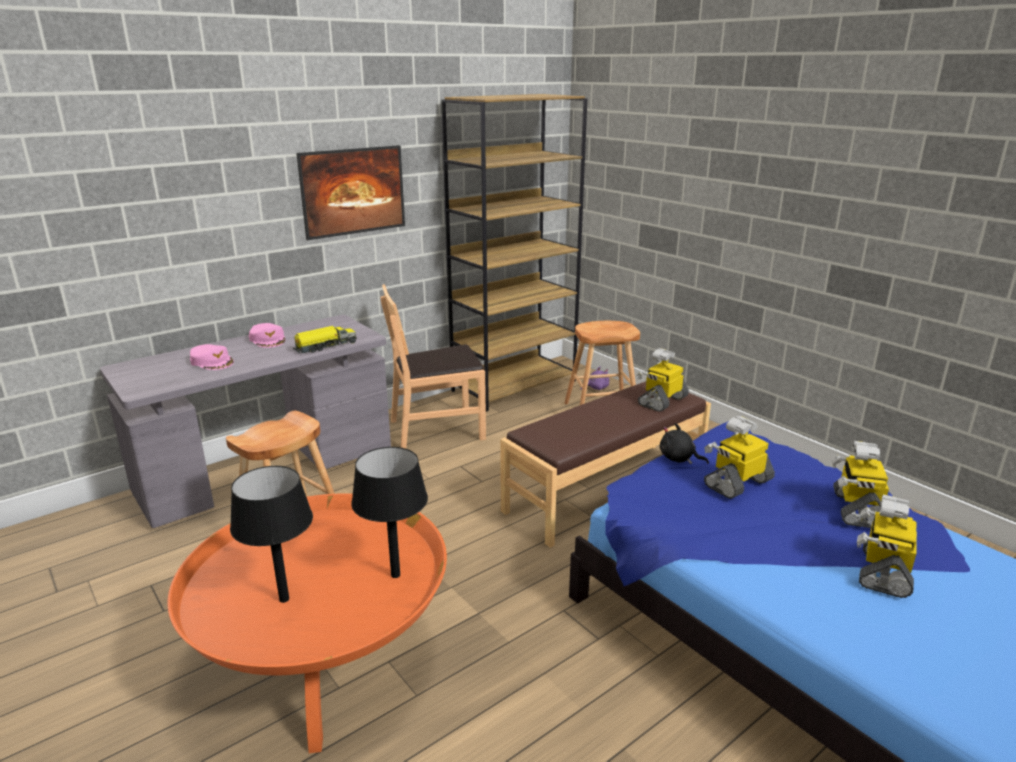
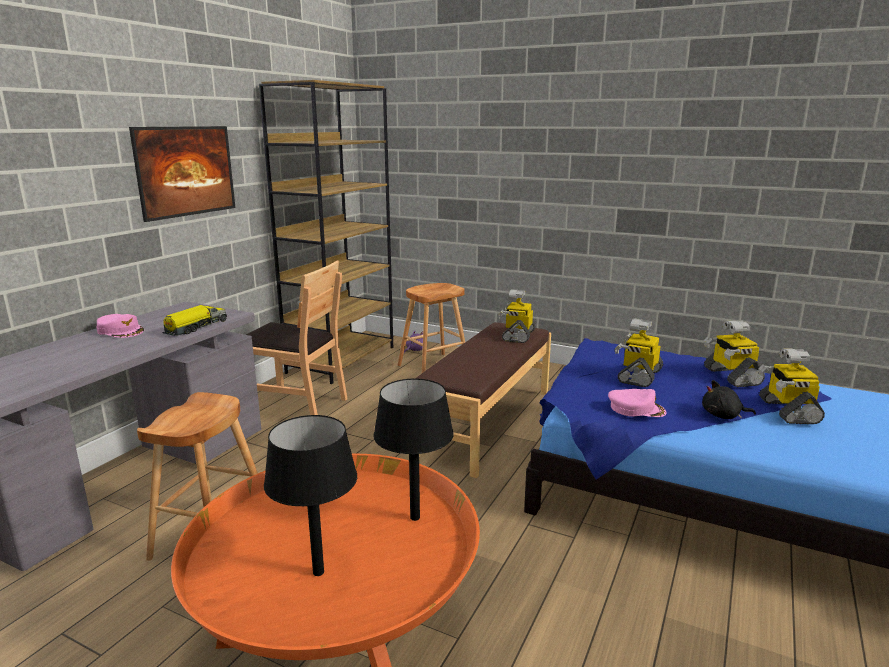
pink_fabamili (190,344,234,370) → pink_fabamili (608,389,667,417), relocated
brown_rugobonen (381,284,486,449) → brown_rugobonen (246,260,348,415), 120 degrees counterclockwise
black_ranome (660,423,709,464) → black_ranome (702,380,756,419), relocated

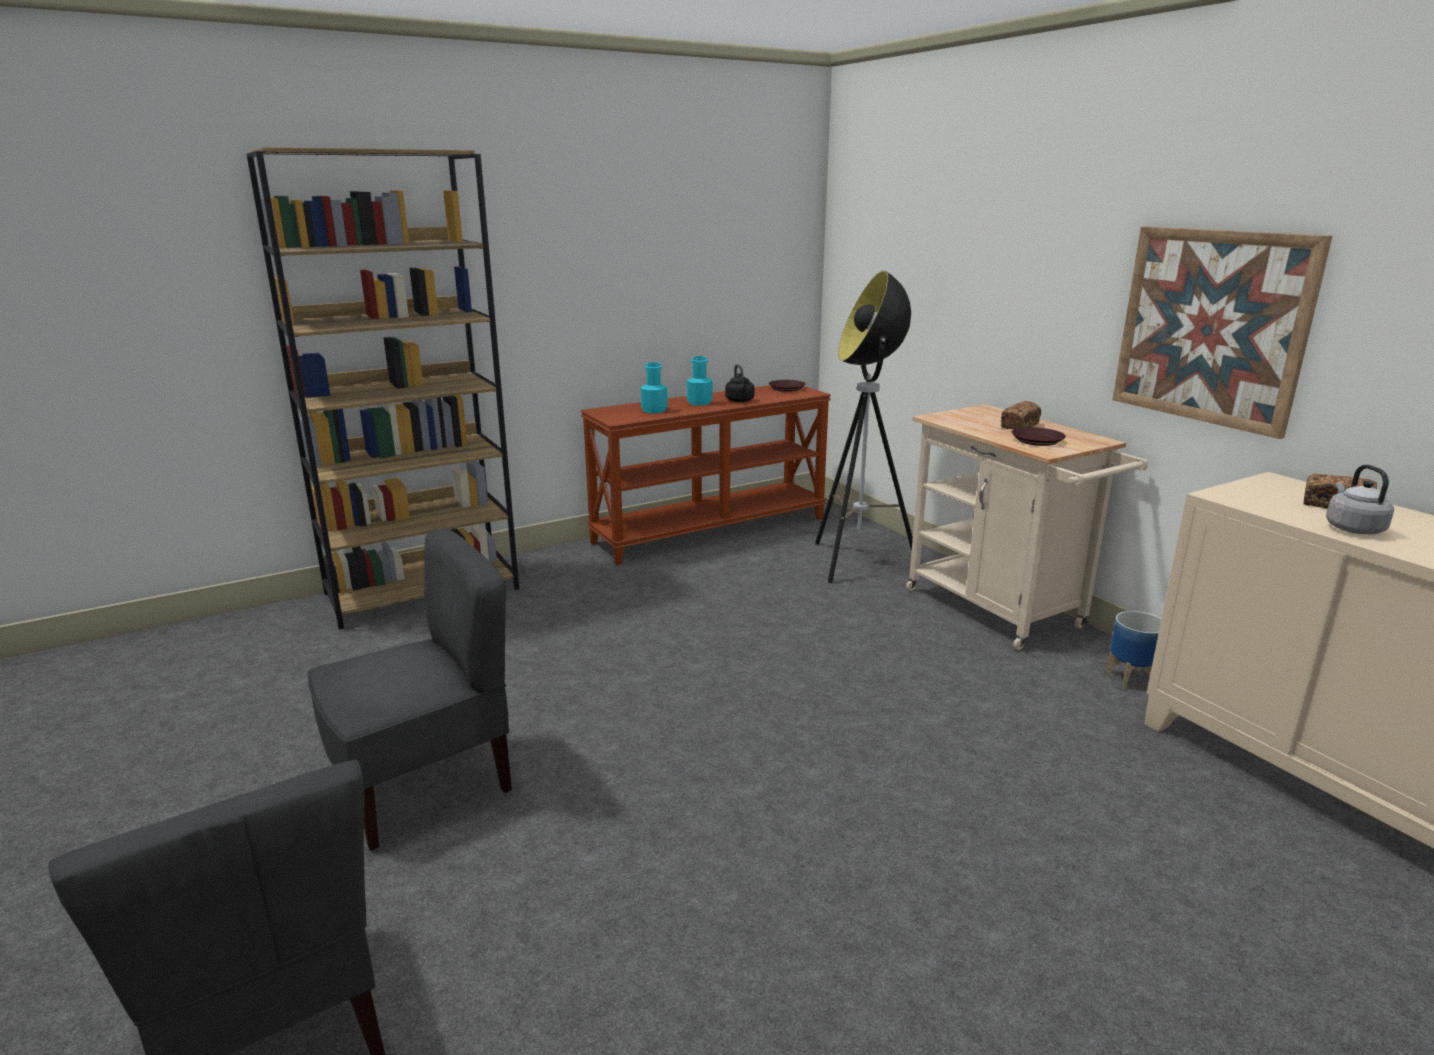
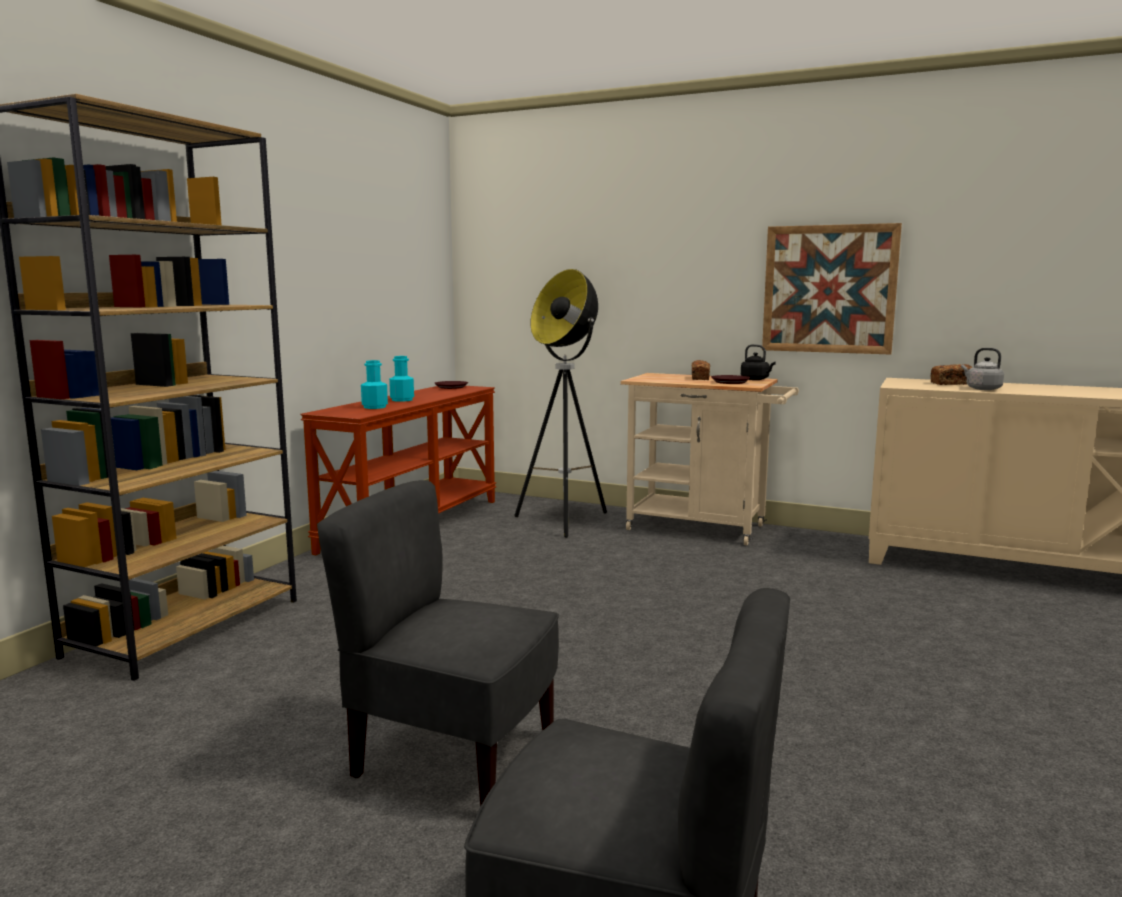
grey_rugobonen (308,528,512,850) → grey_rugobonen (317,480,559,807), 90 degrees counterclockwise
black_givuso (725,364,755,402) → black_givuso (741,344,776,380), relocated
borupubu (1106,611,1162,689) → -

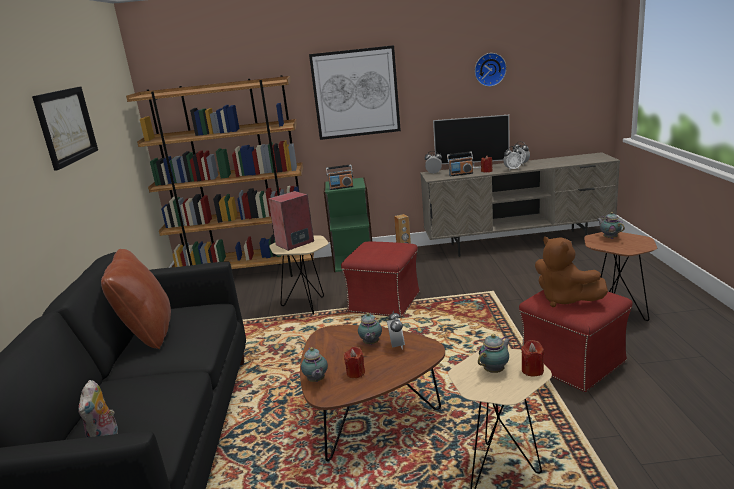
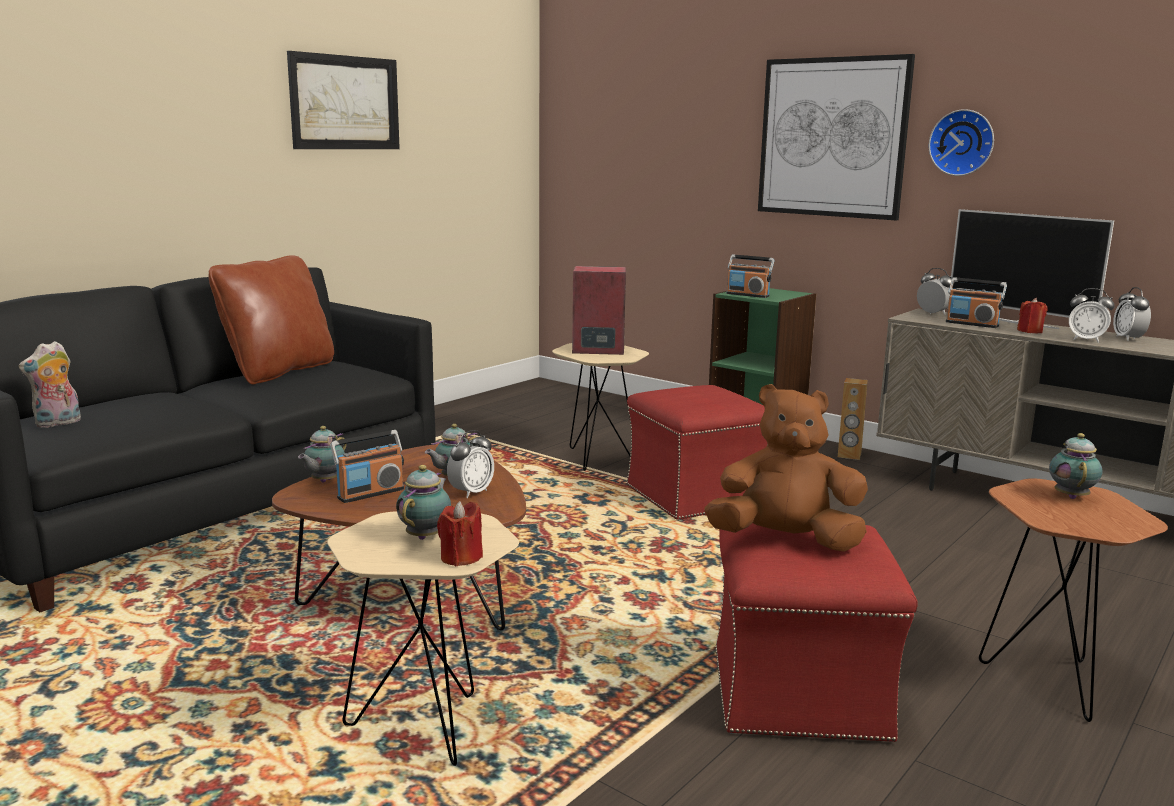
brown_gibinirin (126,75,314,277) → -
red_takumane (344,347,365,378) → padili (330,430,404,503)
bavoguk (475,53,507,87) → bavoguk (929,109,994,176), relocated
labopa (478,334,511,373) → labopa (396,465,451,540), 75 degrees counterclockwise
brown_ranome (535,236,608,307) → brown_ranome (704,384,868,552), 90 degrees clockwise

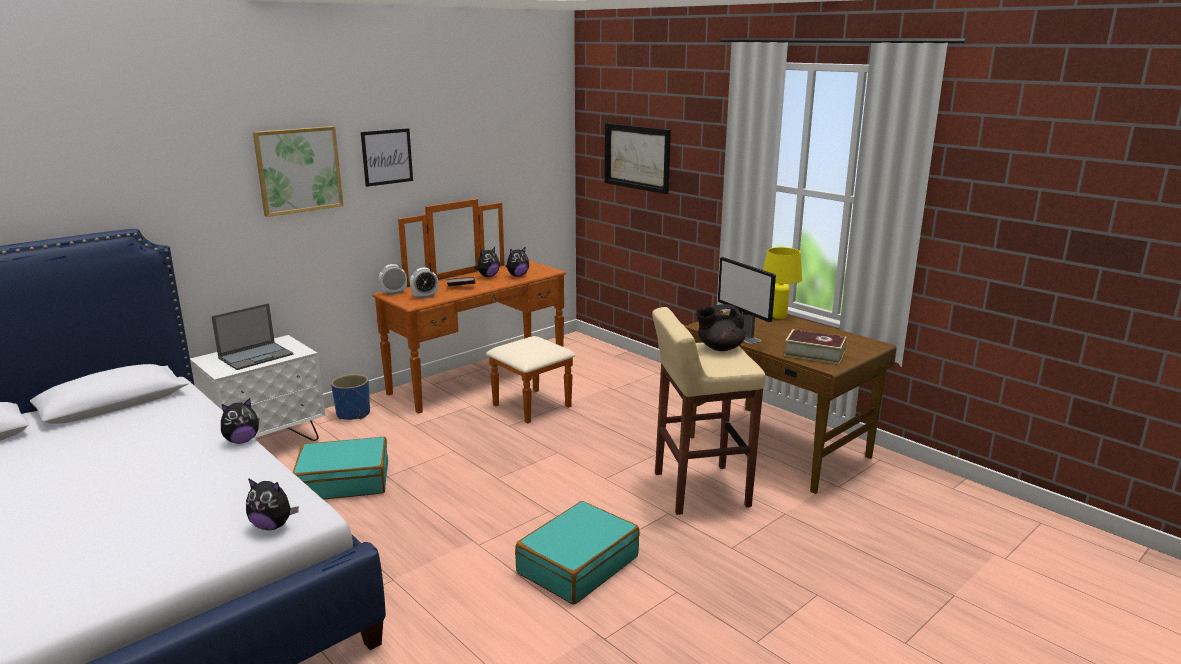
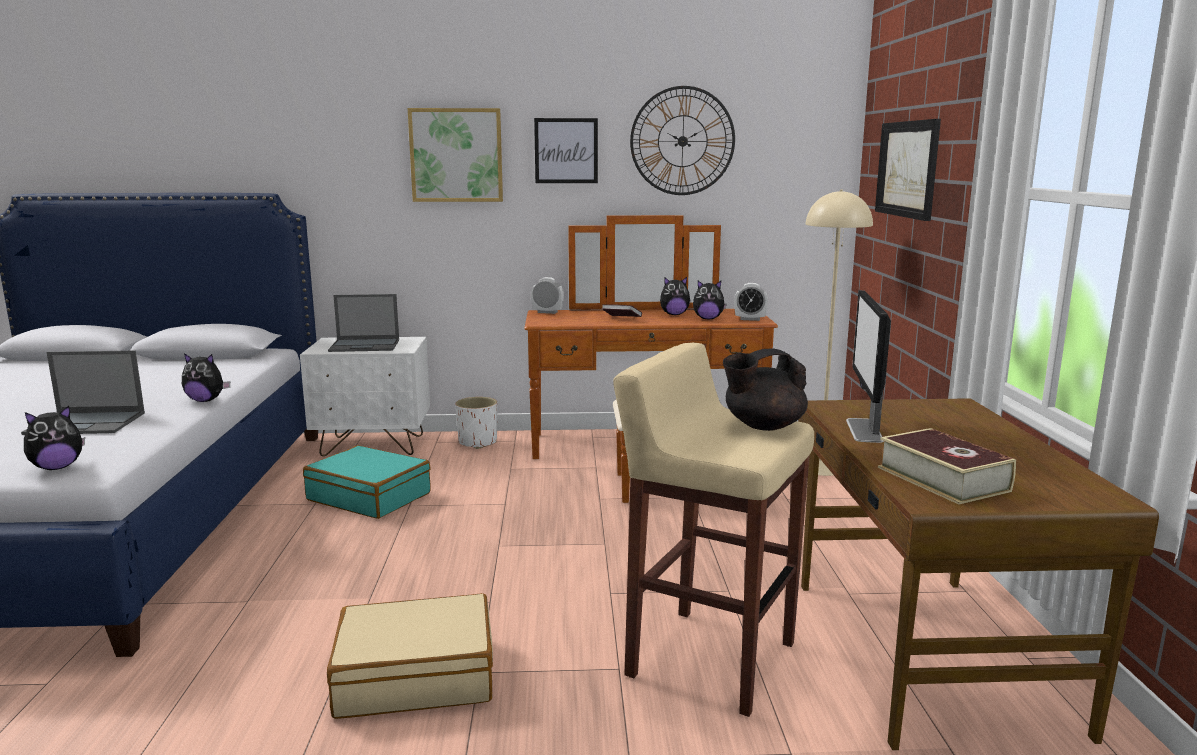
ranome (246,478,299,530) → ranome (24,406,85,470), 90 degrees counterclockwise
blue_borupubu (331,374,370,420) → white_borupubu (455,397,497,449)
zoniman (410,267,438,299) → zoniman (734,283,768,321), relocated
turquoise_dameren (515,501,640,605) → beige_dameren (327,593,493,719)
black_labopa (696,304,745,351) → black_labopa (723,348,808,431), 45 degrees counterclockwise
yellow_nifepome (763,247,802,319) → -
- → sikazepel (21,351,145,435)
- → bavoguk (630,86,735,195)
- → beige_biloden (805,190,873,476)

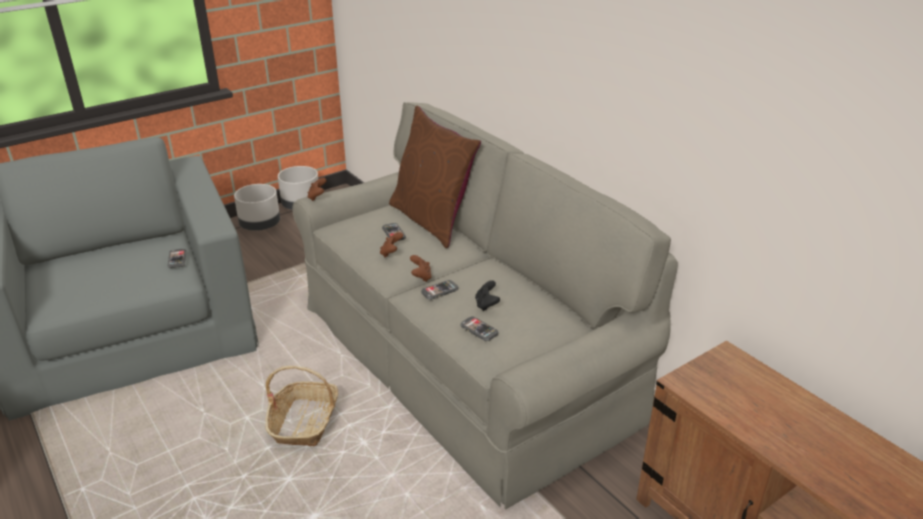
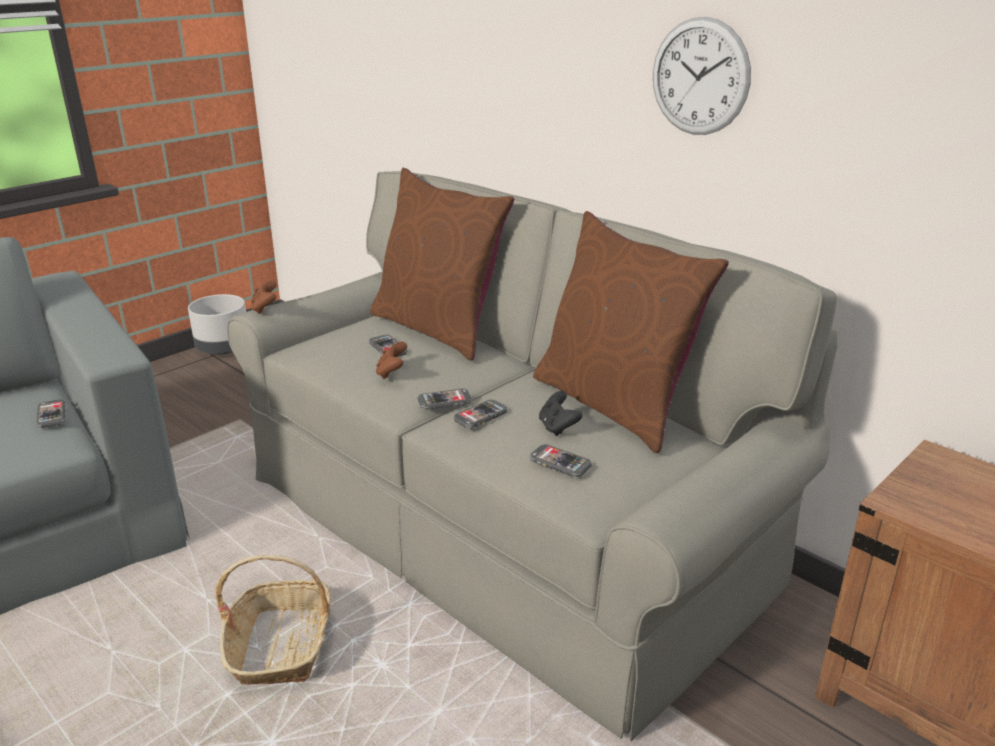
grey_borupubu (234,184,280,231) → -
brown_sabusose (410,255,432,282) → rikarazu (418,389,472,410)
- → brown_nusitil (533,211,729,453)
- → bavoguk (653,17,751,135)

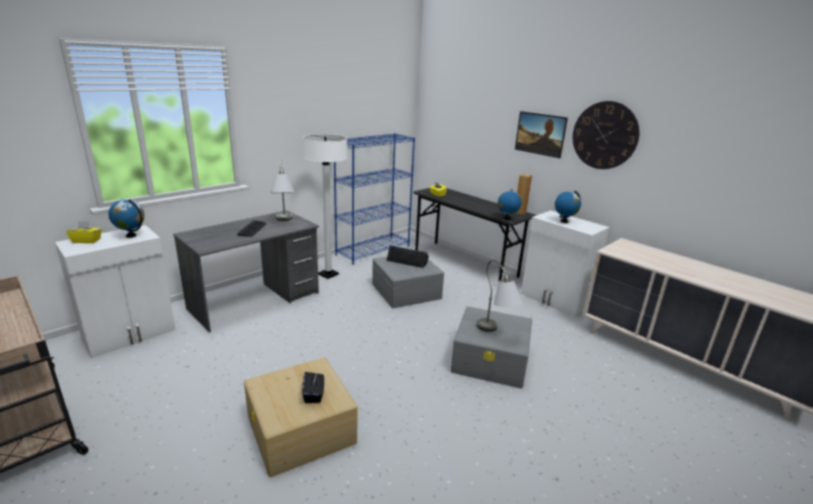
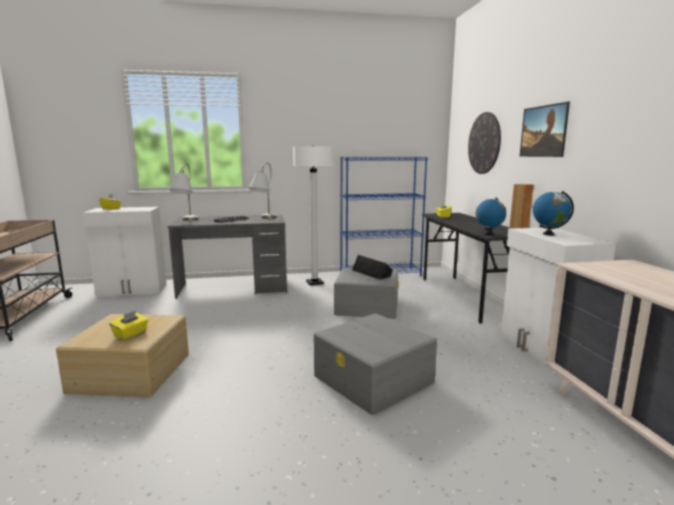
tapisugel (108,199,145,238) → -
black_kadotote (302,372,324,403) → yellow_kadotote (109,310,148,340)
grey_nifepome (477,260,523,332) → grey_nifepome (169,163,199,221), relocated
bavoguk (573,101,639,169) → bavoguk (468,112,501,174), relocated

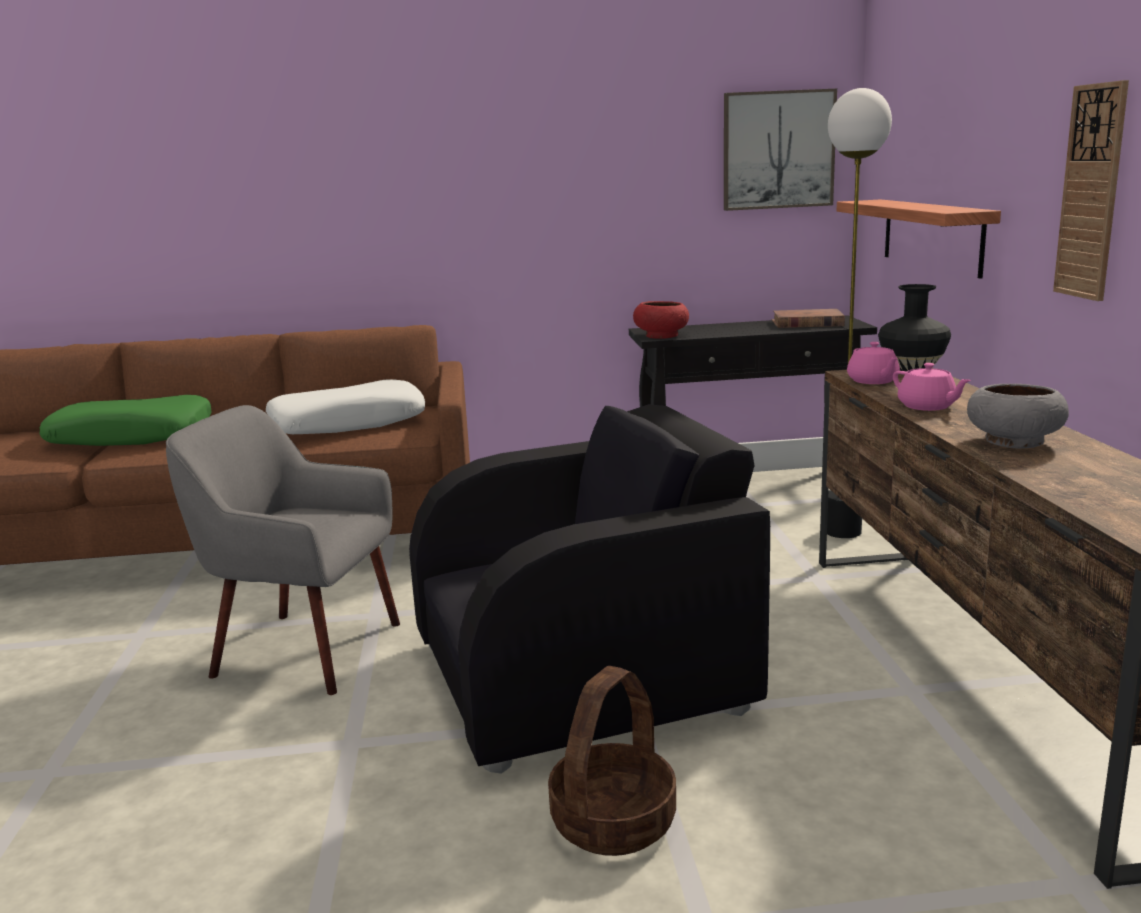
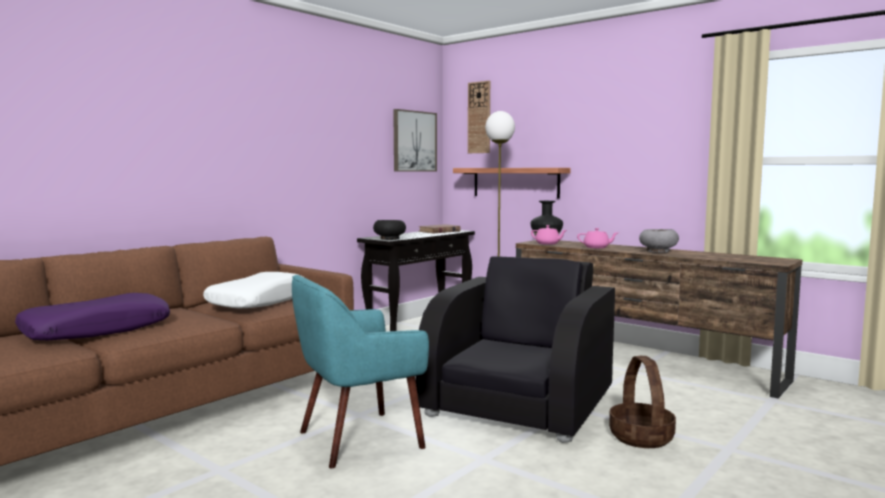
green_nusitil (39,395,212,446) → purple_nusitil (15,293,170,340)
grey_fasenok (166,405,400,695) → turquoise_fasenok (292,275,429,468)
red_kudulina (633,301,689,339) → black_kudulina (373,220,406,240)
bavoguk (1053,80,1129,301) → bavoguk (468,81,490,153), relocated

